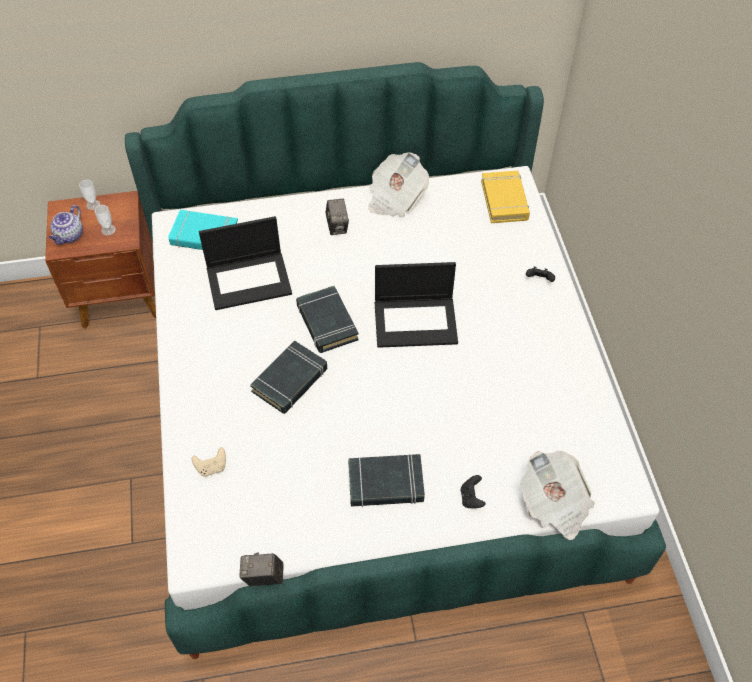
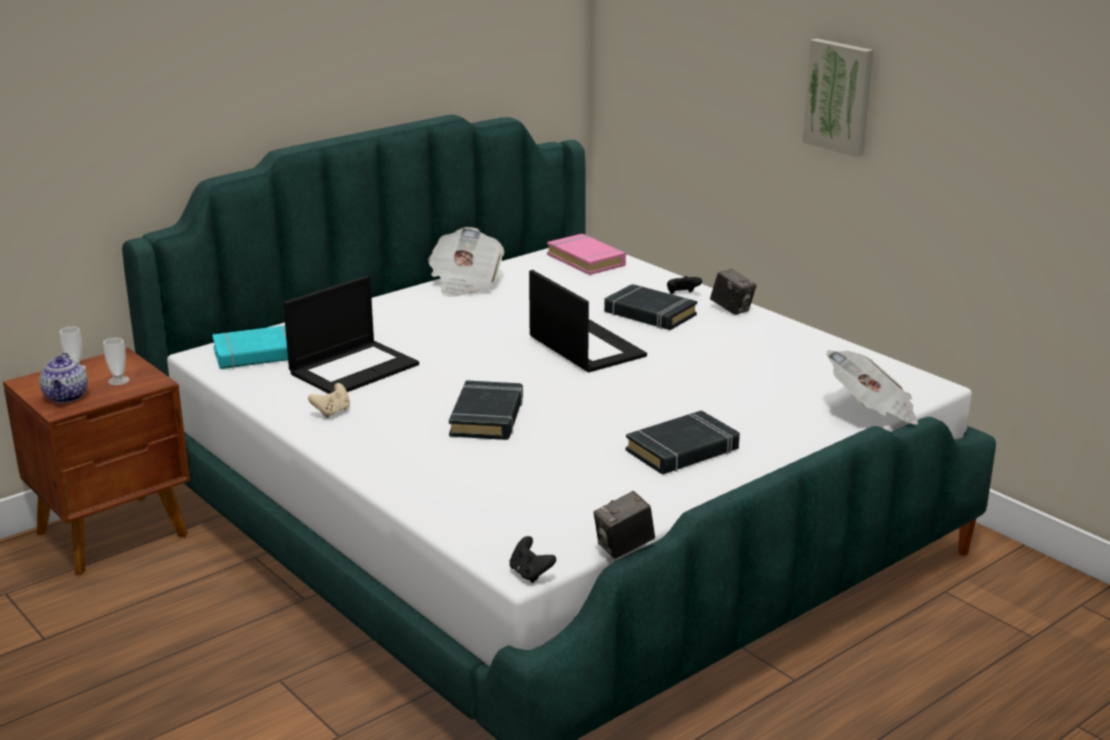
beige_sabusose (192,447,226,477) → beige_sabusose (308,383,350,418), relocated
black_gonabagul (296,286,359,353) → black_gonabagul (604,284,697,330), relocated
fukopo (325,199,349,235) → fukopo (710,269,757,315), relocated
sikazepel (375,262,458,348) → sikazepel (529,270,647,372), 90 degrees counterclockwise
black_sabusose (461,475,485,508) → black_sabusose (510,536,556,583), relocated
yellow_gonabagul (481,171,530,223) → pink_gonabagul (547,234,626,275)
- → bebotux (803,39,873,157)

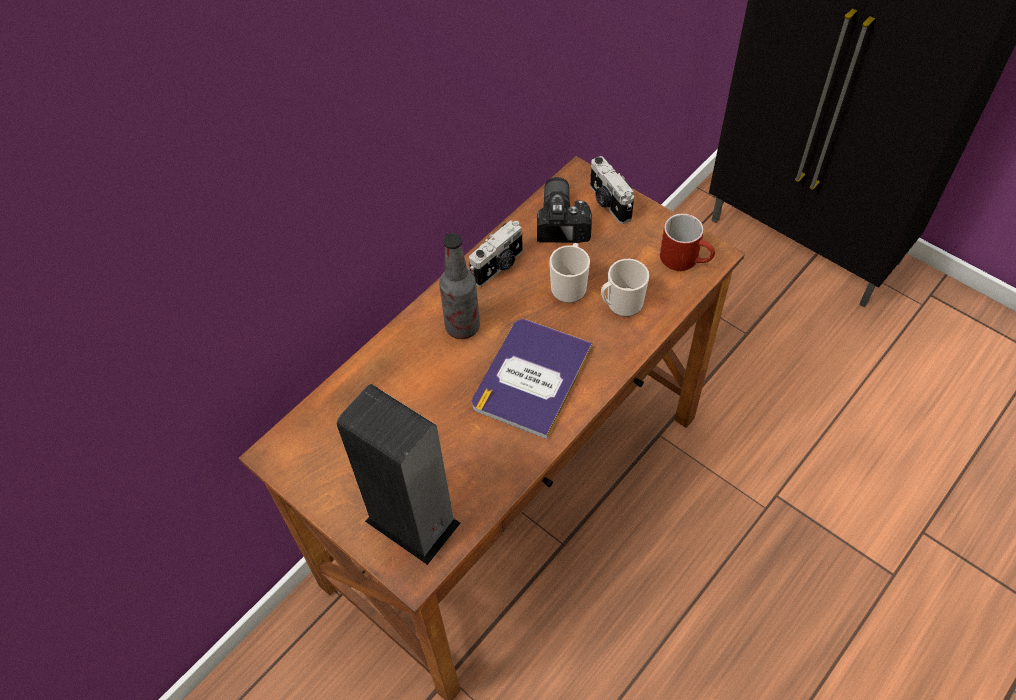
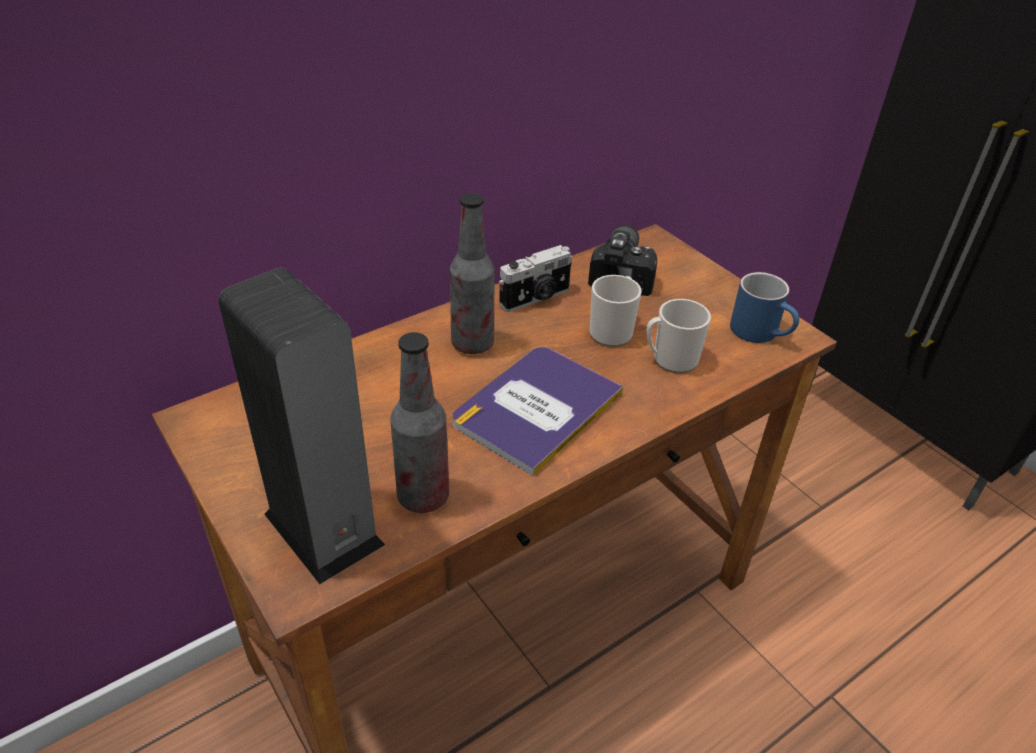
fukopo (590,156,634,224) → -
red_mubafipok (660,213,715,271) → blue_mubafipok (730,272,799,343)
- → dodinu (390,332,449,513)

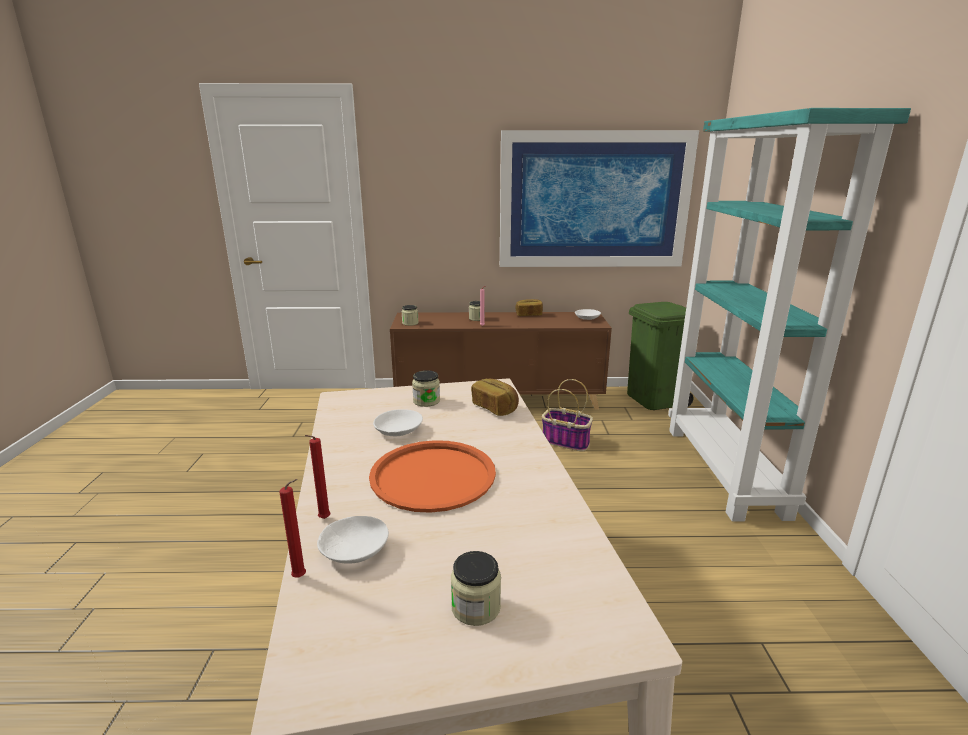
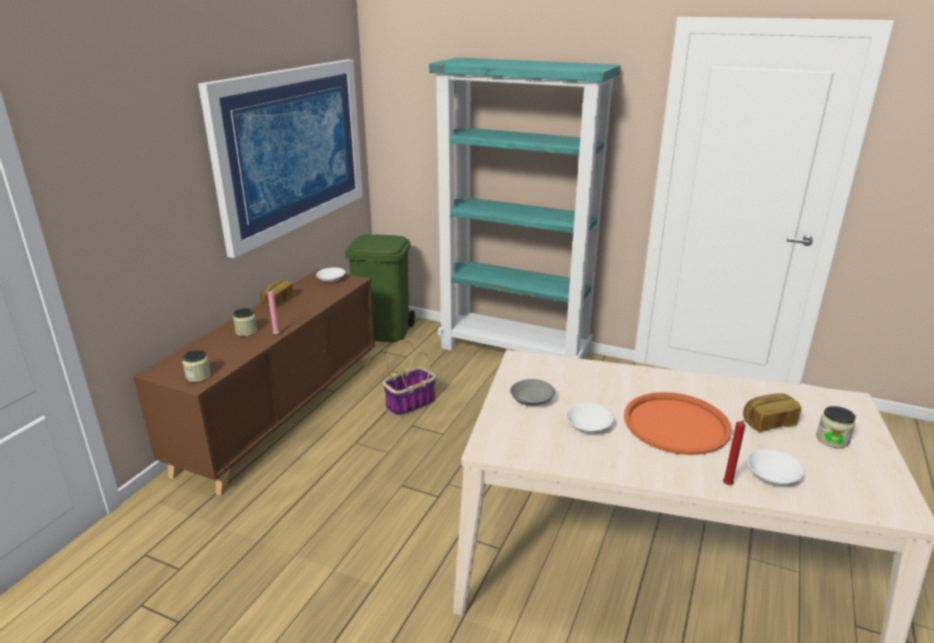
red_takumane (279,479,306,578) → -
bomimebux (412,370,440,407) → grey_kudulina (510,379,555,406)
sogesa (471,379,519,416) → sogesa (743,393,801,432), relocated

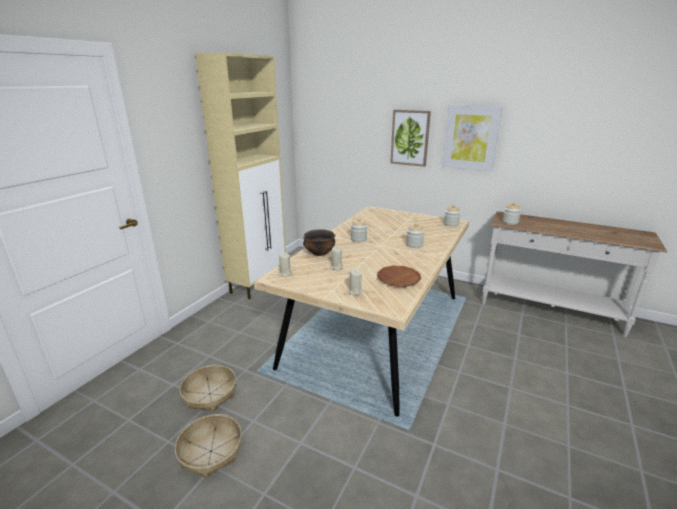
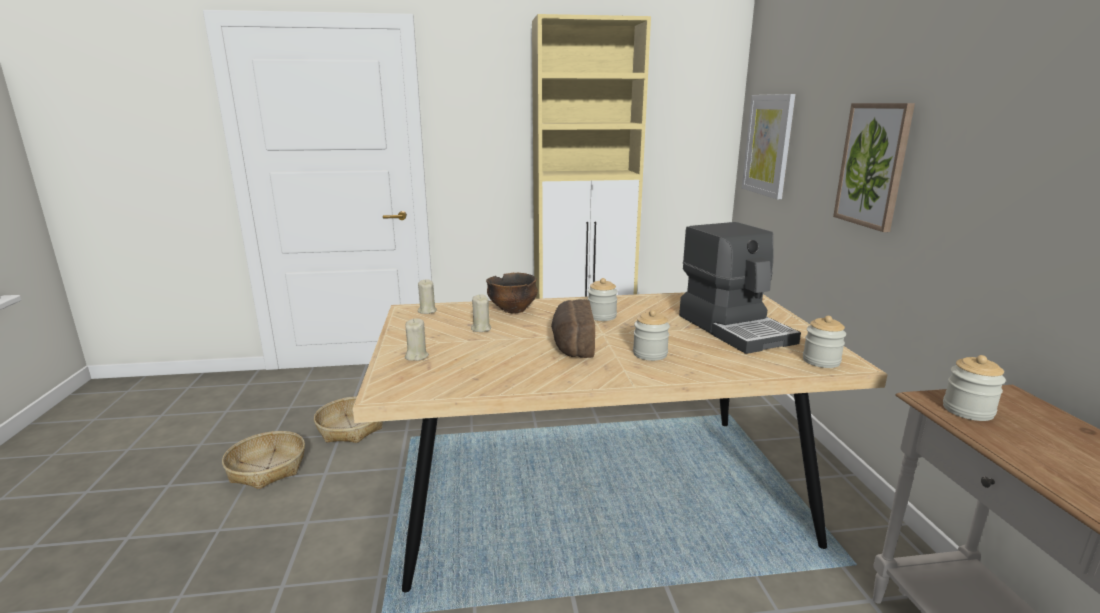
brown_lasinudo (377,266,421,287) → -
bebotux (442,105,503,172) → bebotux (742,94,795,200), relocated
- → sogesa (551,299,595,358)
- → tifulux (679,222,801,354)

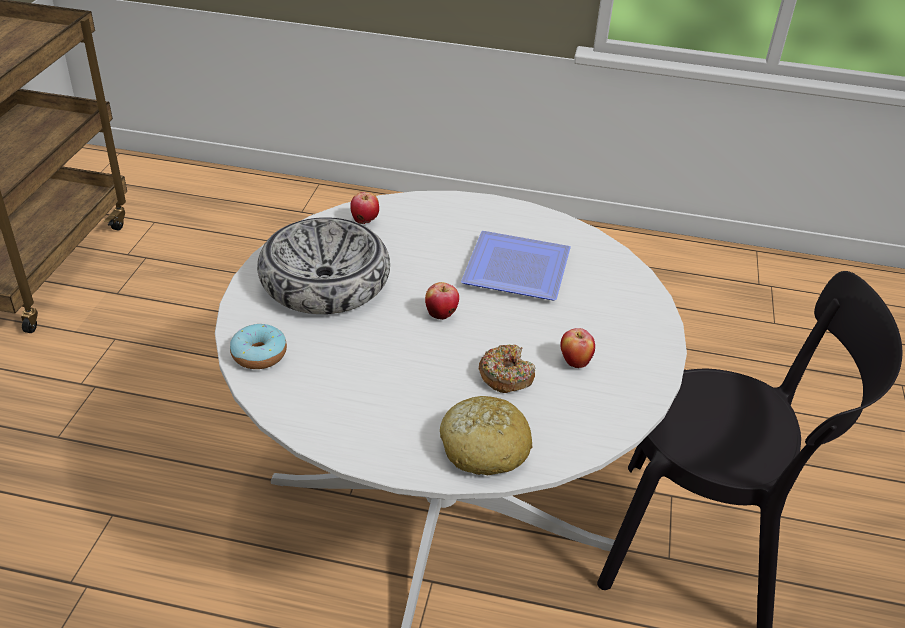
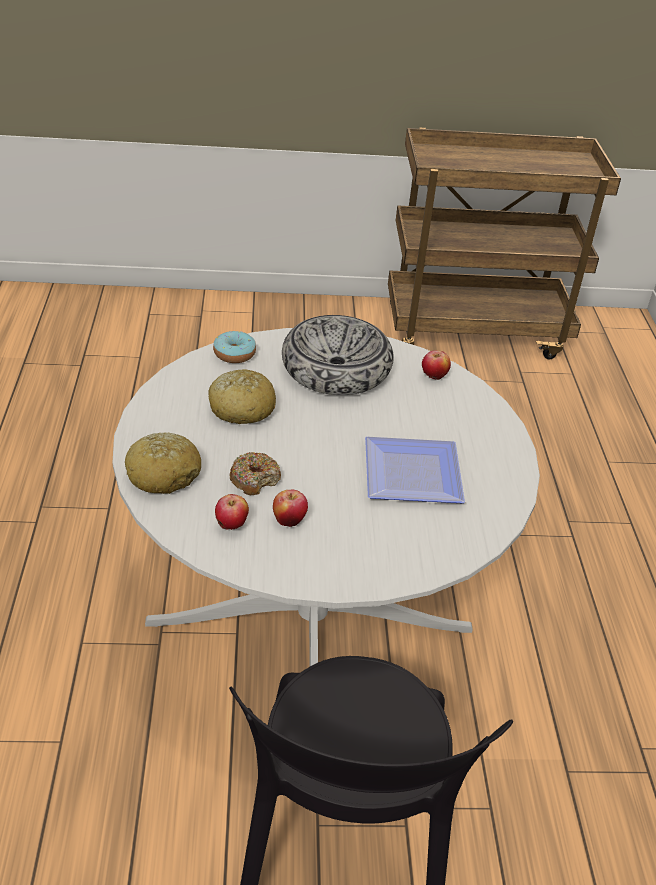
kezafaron (425,282,459,320) → kezafaron (215,494,249,530), relocated
- → sogesa (208,369,276,424)

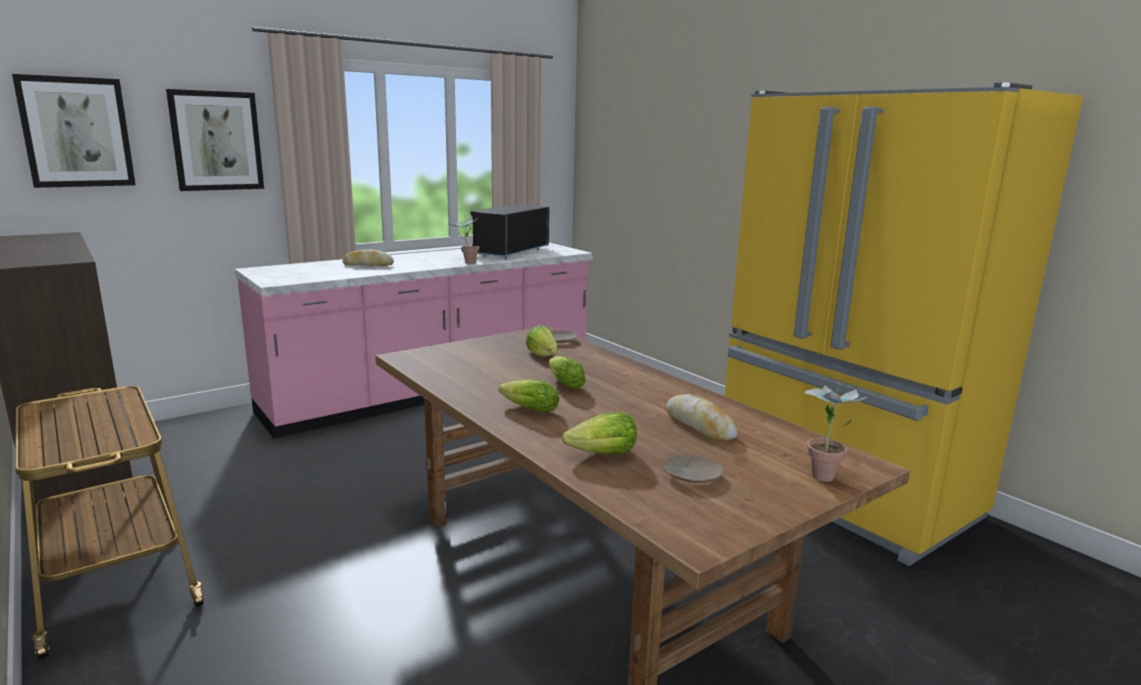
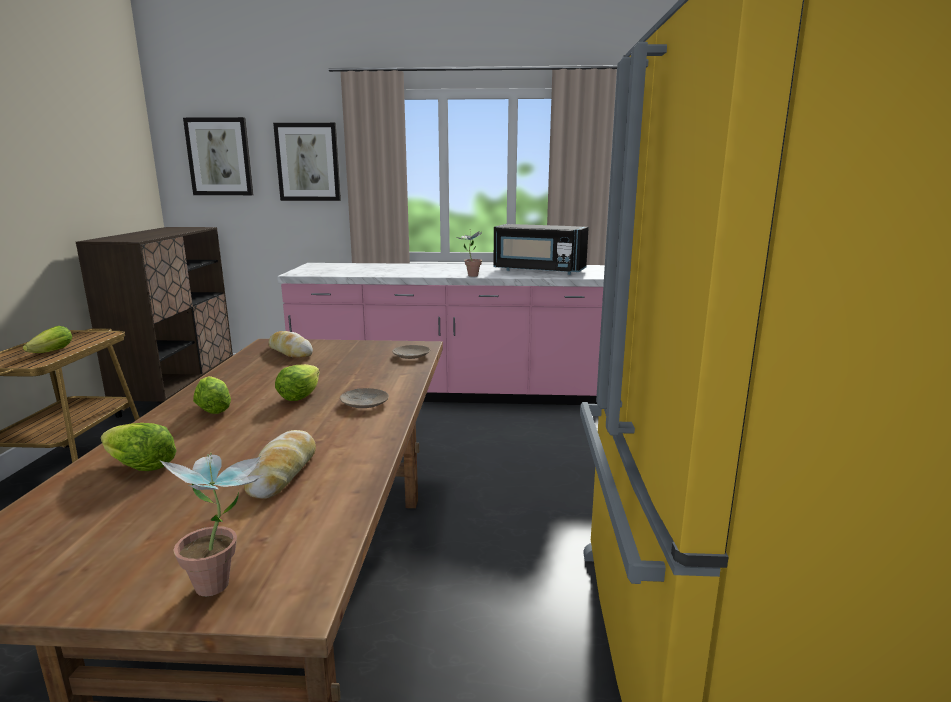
sogesa (342,249,394,266) → sogesa (268,331,313,358), relocated
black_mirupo (471,205,549,259) → black_mirupo (493,224,589,275), 135 degrees counterclockwise
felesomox (526,325,558,357) → felesomox (23,326,72,353), relocated
beige_lasinudo (664,455,723,483) → beige_lasinudo (340,388,389,408), relocated

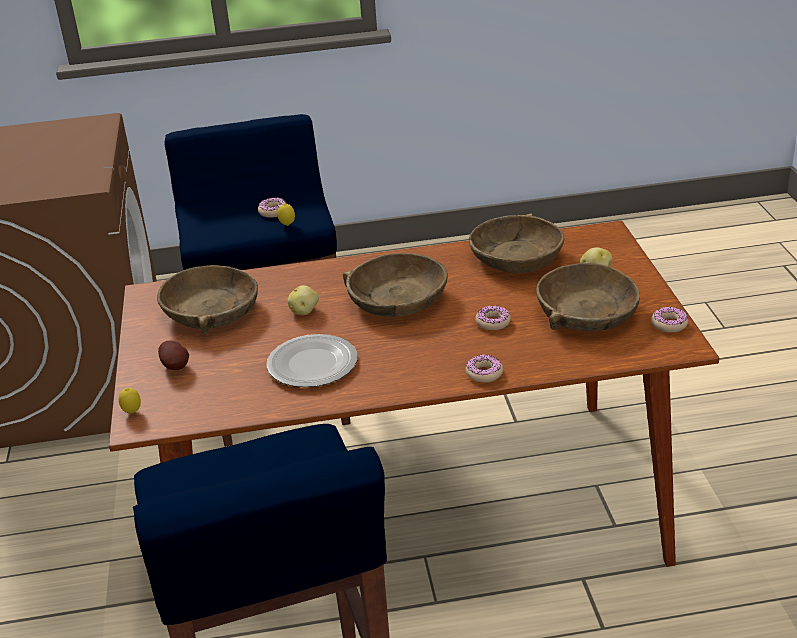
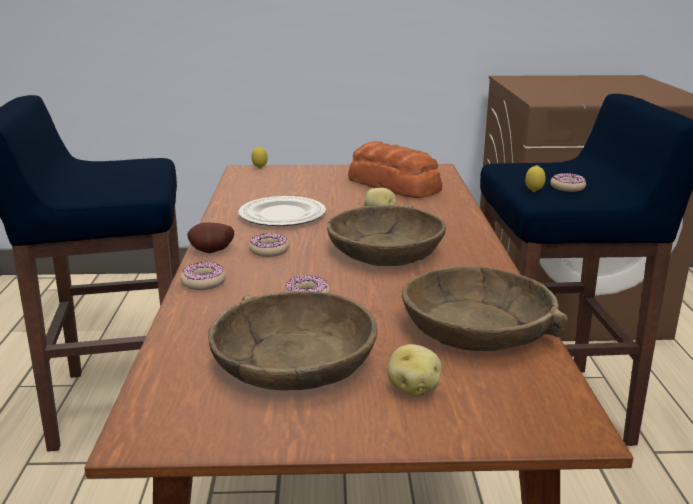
brown_kudulina (157,265,258,334) → sogesa (348,141,442,198)
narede (158,340,189,370) → narede (187,223,234,253), relocated
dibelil (651,306,688,333) → dibelil (249,233,289,257), relocated

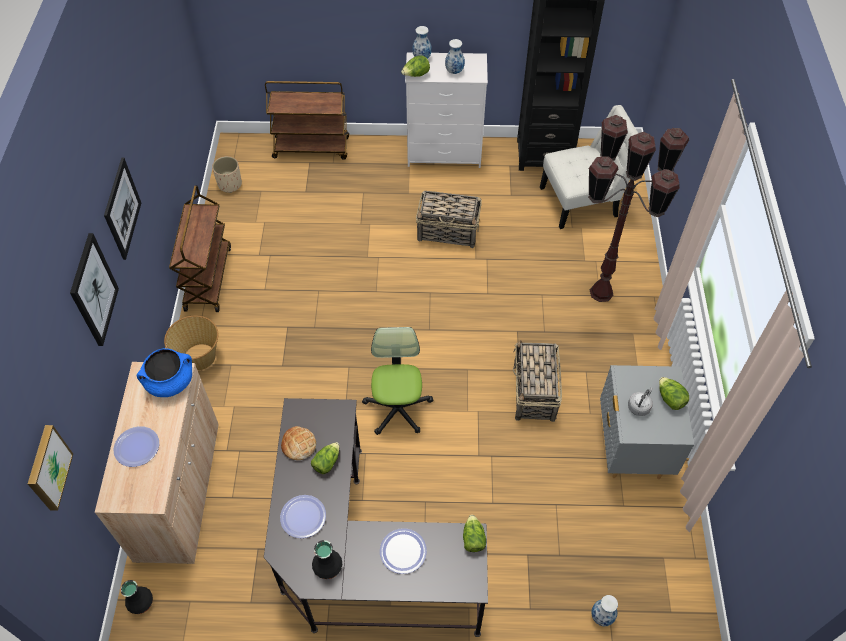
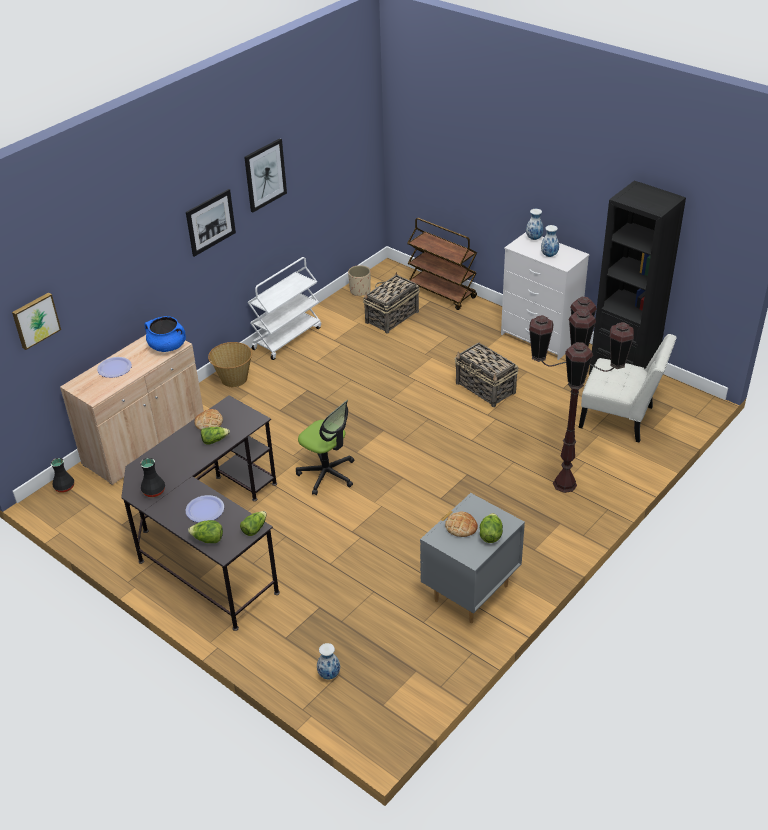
bebotux (70,233,119,346) → bebotux (244,138,287,212), relocated
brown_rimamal (169,185,231,312) → white_rimamal (248,257,321,360)
lasinudo (280,495,326,538) → -
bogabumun (362,327,433,435) → bogabumun (296,400,354,495), 90 degrees clockwise
felesomox (401,55,430,77) → felesomox (188,520,223,543), relocated
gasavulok (513,340,562,422) → gasavulok (363,272,420,333), relocated
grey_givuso (628,388,653,416) → sogesa (445,511,478,537)

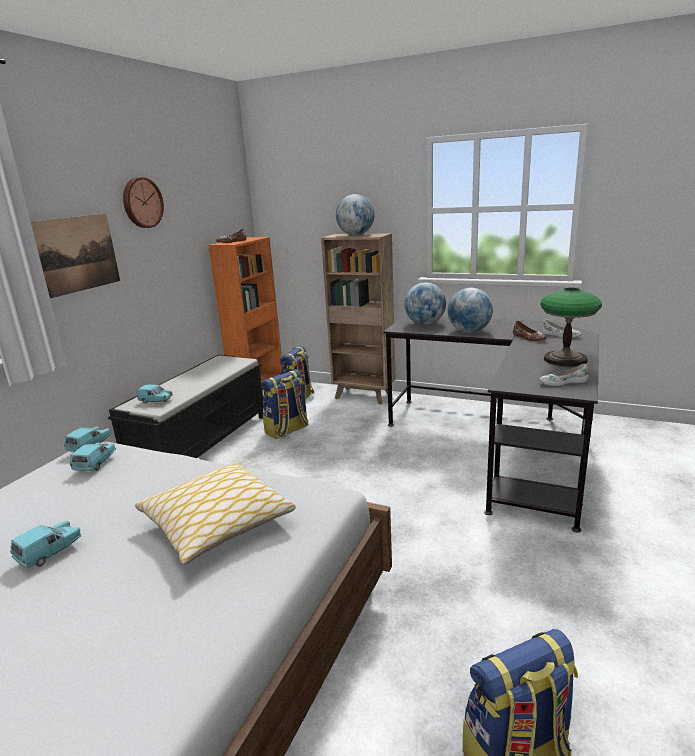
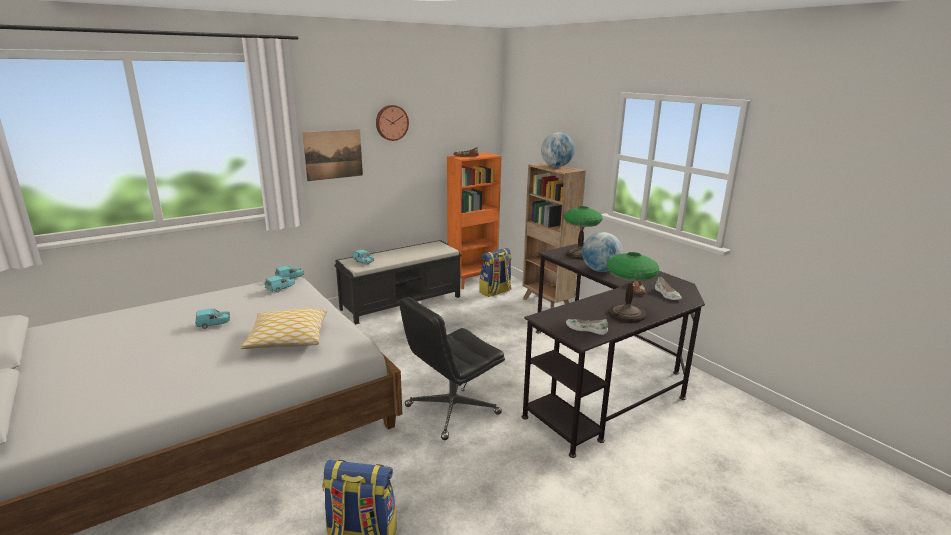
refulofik (261,369,309,439) → -
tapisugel (404,283,446,325) → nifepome (564,206,603,260)
- → black_bogabumun (399,297,505,440)

